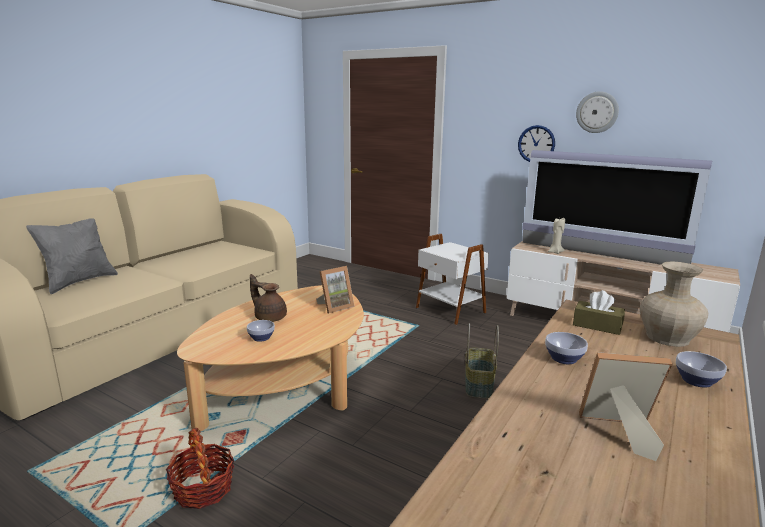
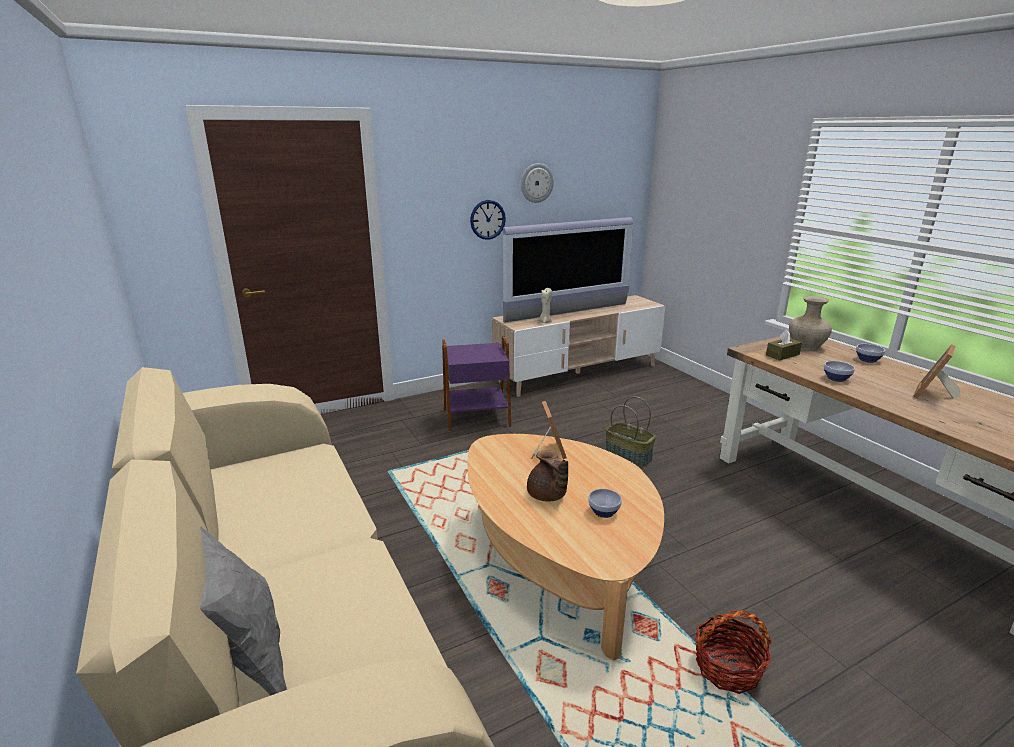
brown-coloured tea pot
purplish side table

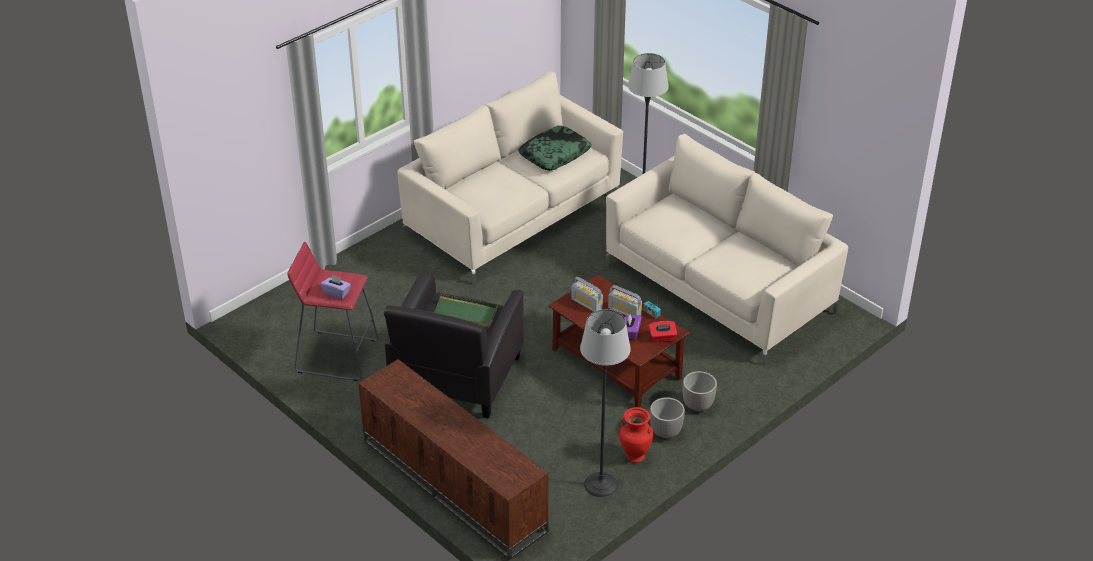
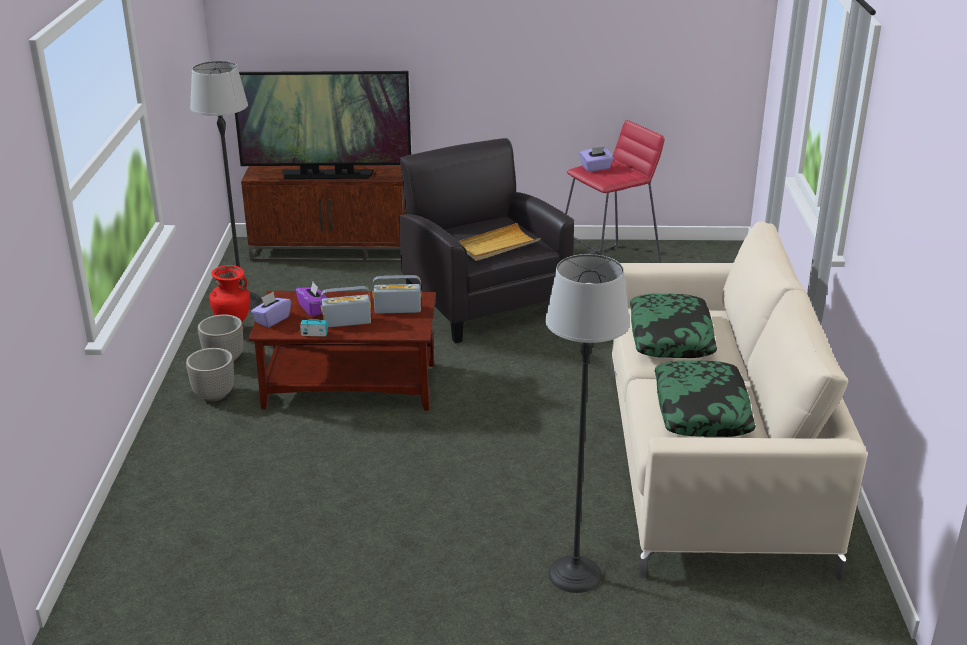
beige tray
beige couch (2nd from left in the first image)
purplish box of tissues (1st from left)
TV set
cushion (1st from left)

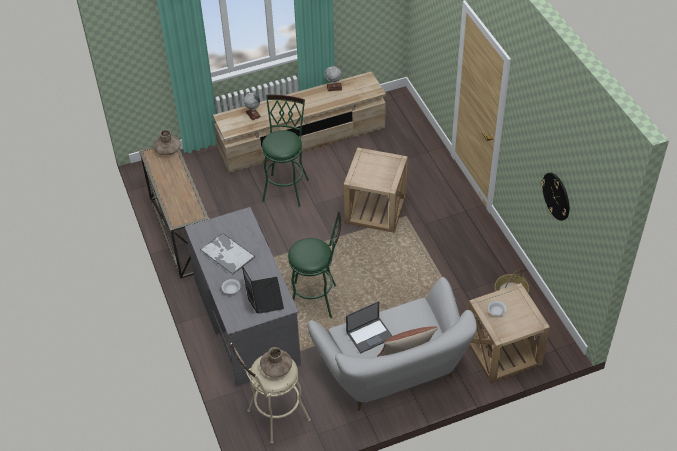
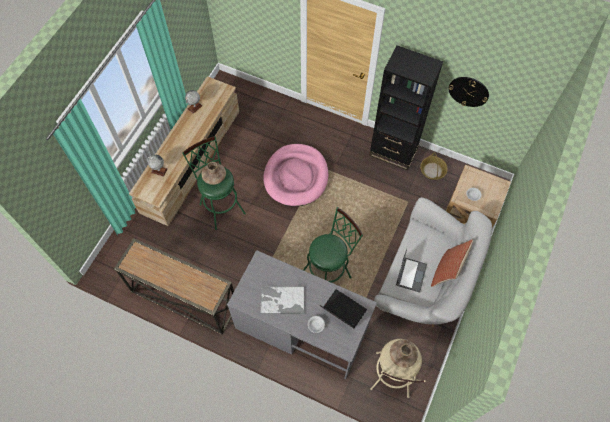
brown-coloured flower vase (1st from left)
pink pet bed
black-coloured bookshelf

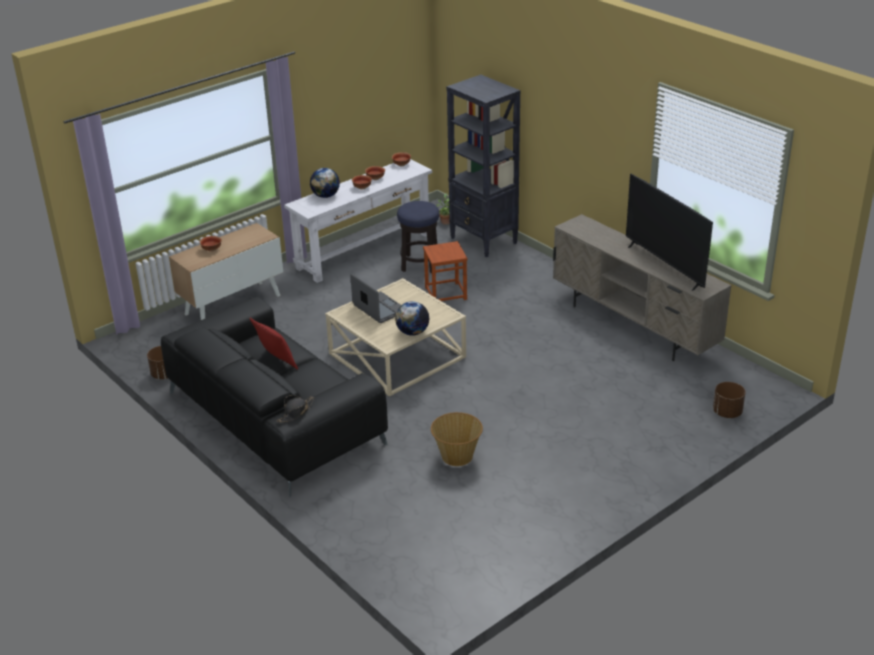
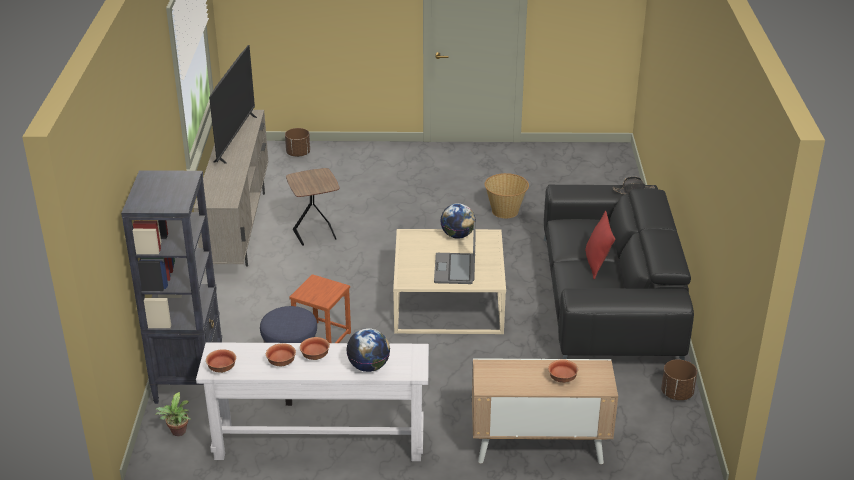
brown-coloured side table

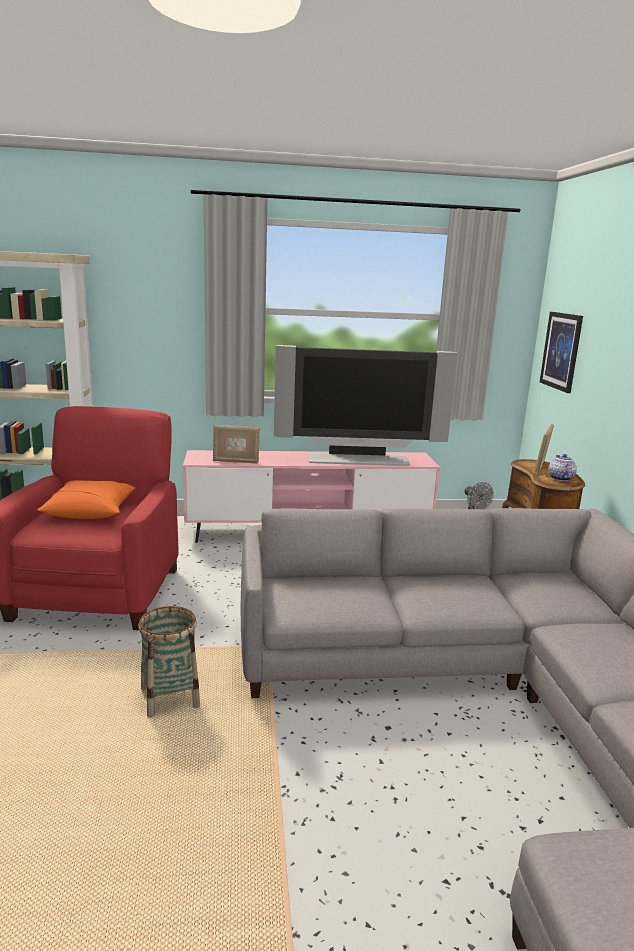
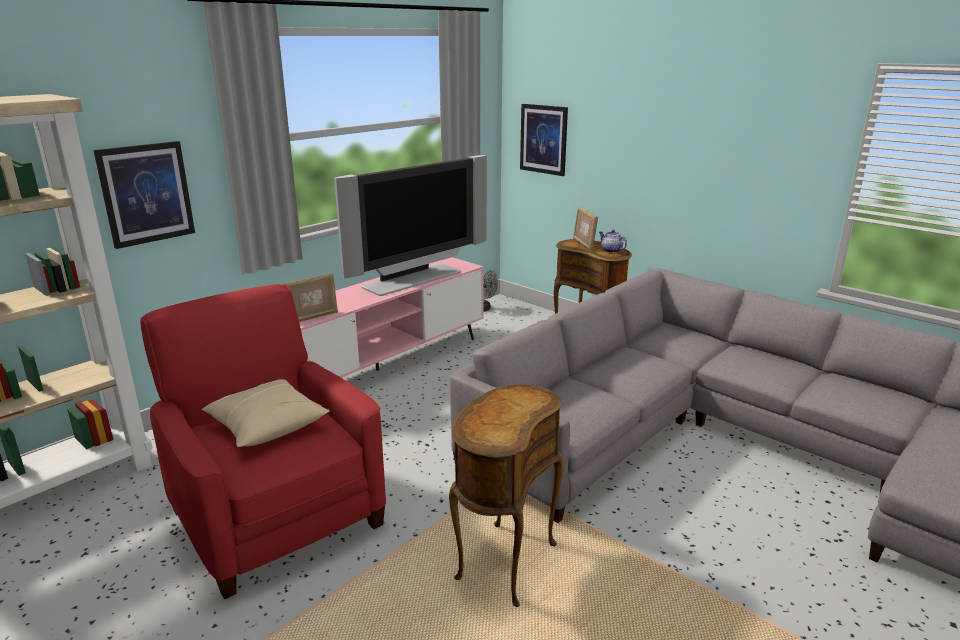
beige cushion
brown-coloured side table (1st from left)
picture (1st from left)

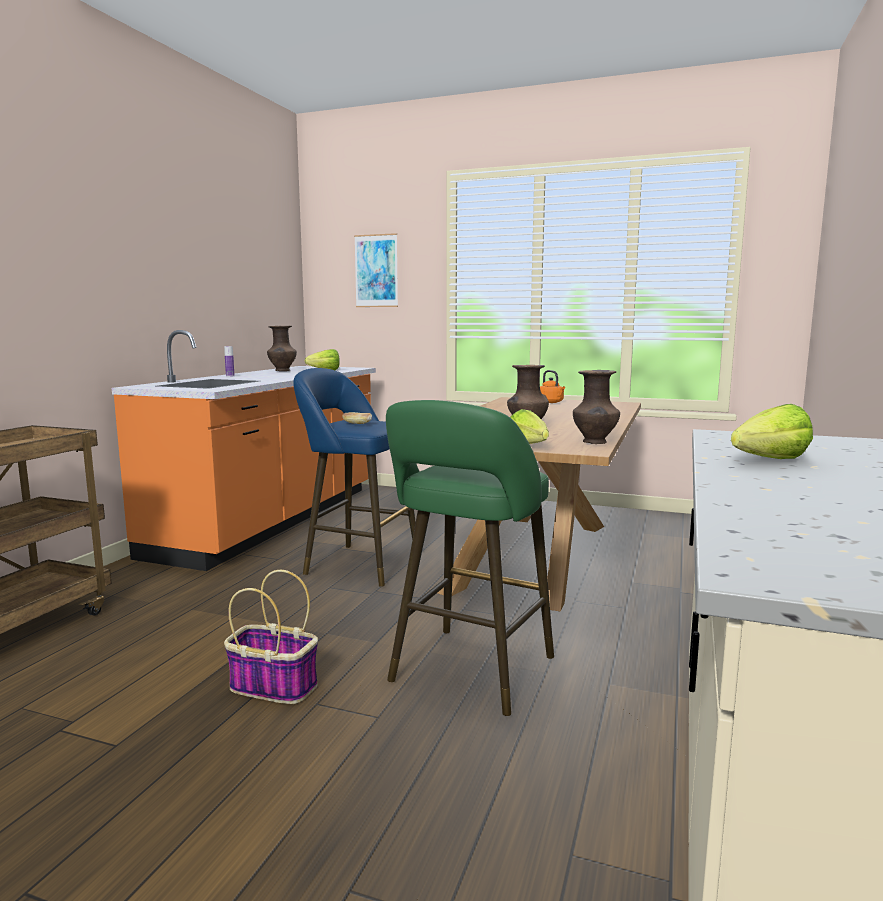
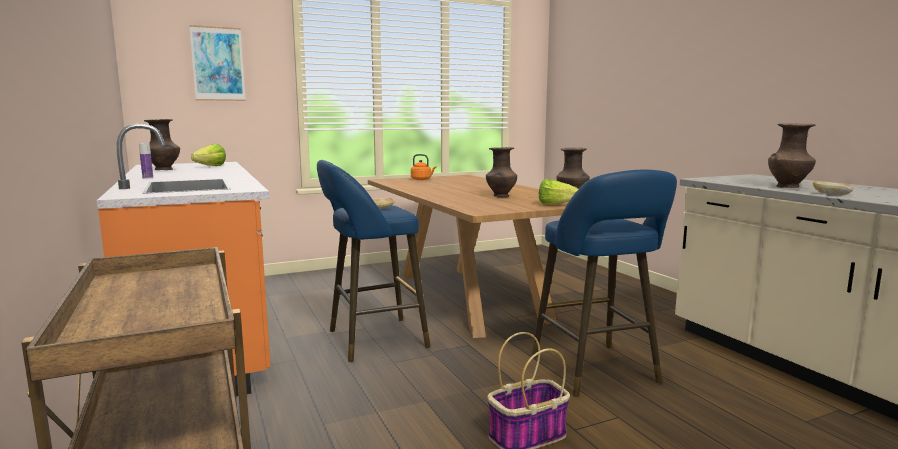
blue sitting stool (2nd from left)
brown-coloured flower vase (4th from left)
bread (2nd from left)

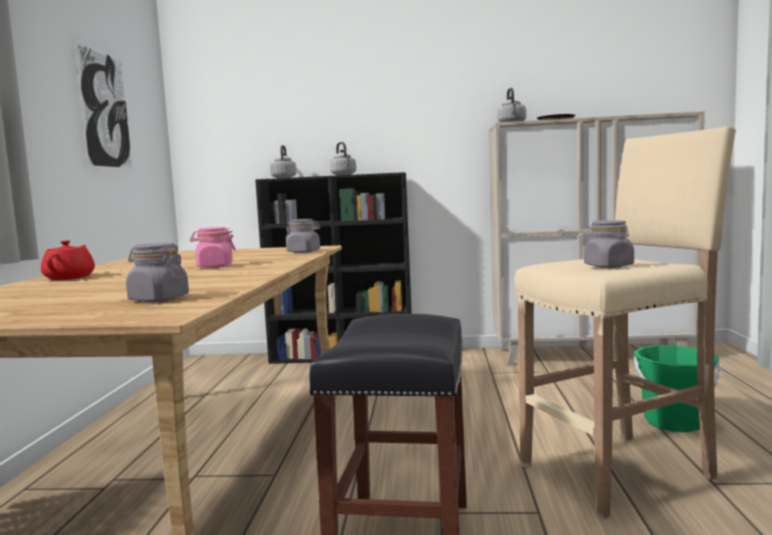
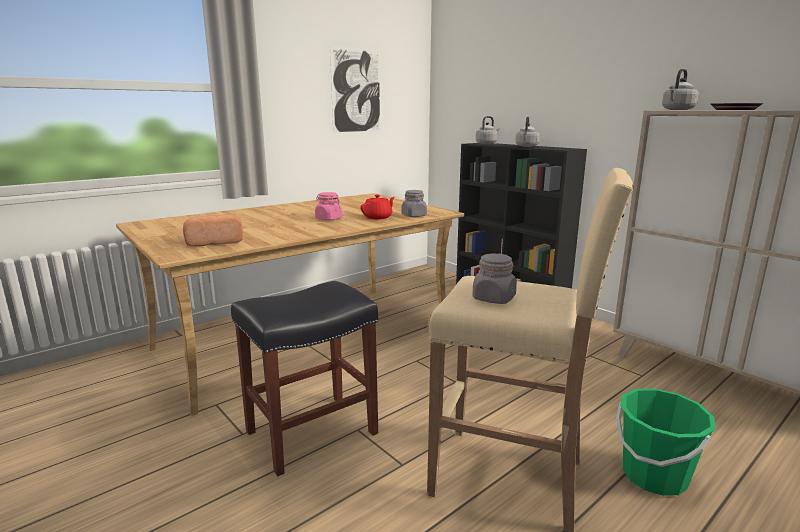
red-coloured tea pot
bread

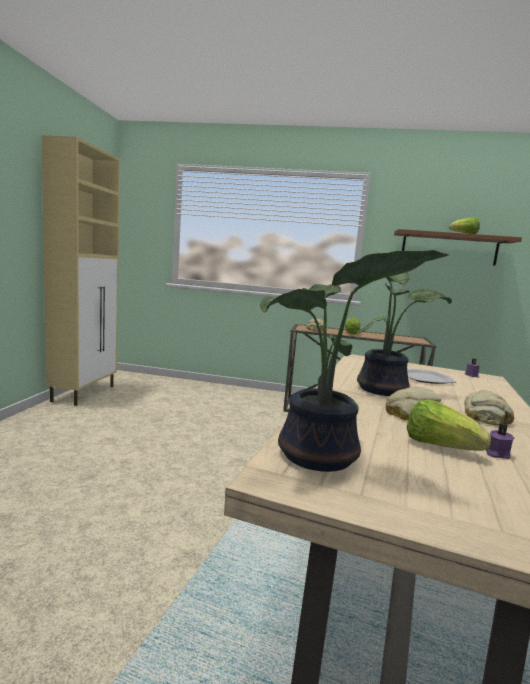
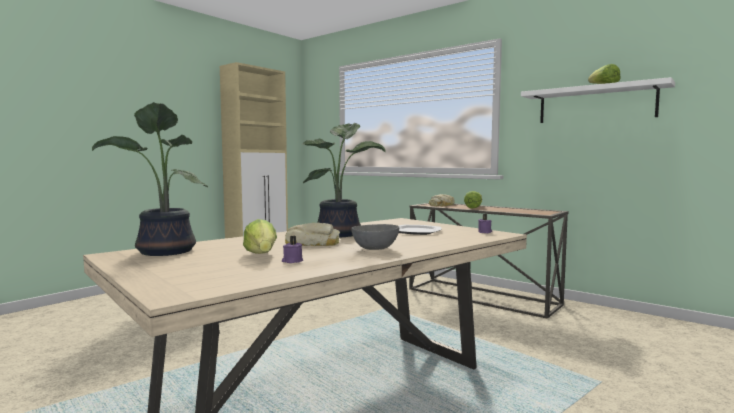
whitish shelf
greyish deep dish

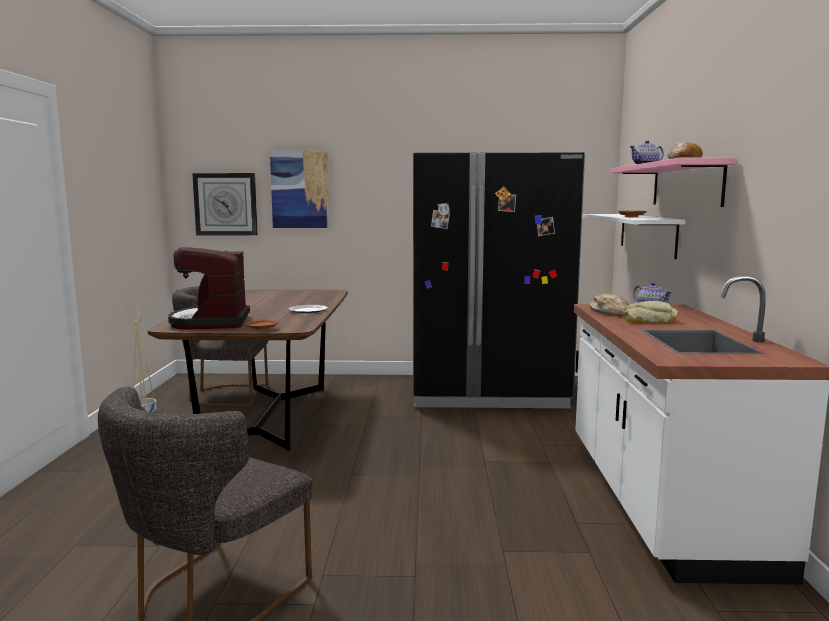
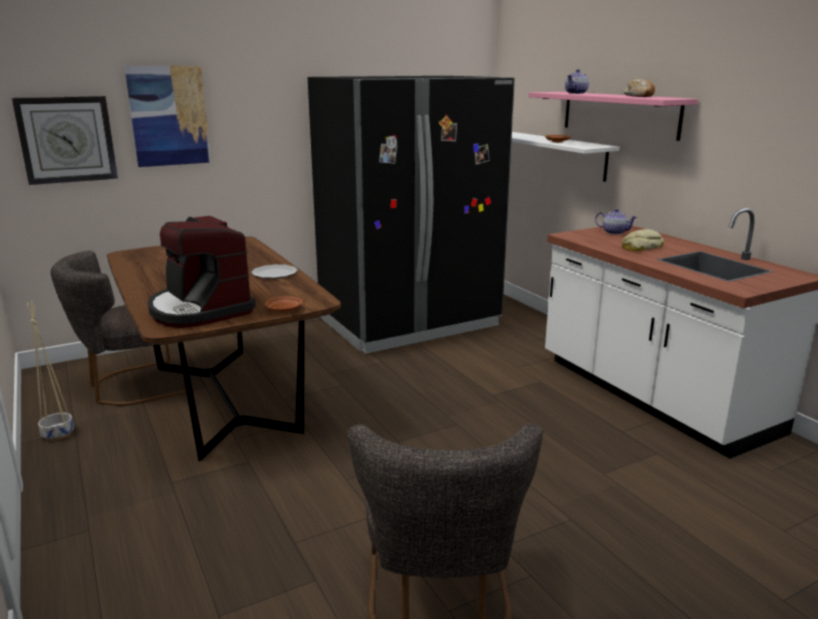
bread (1st from left in the first image)

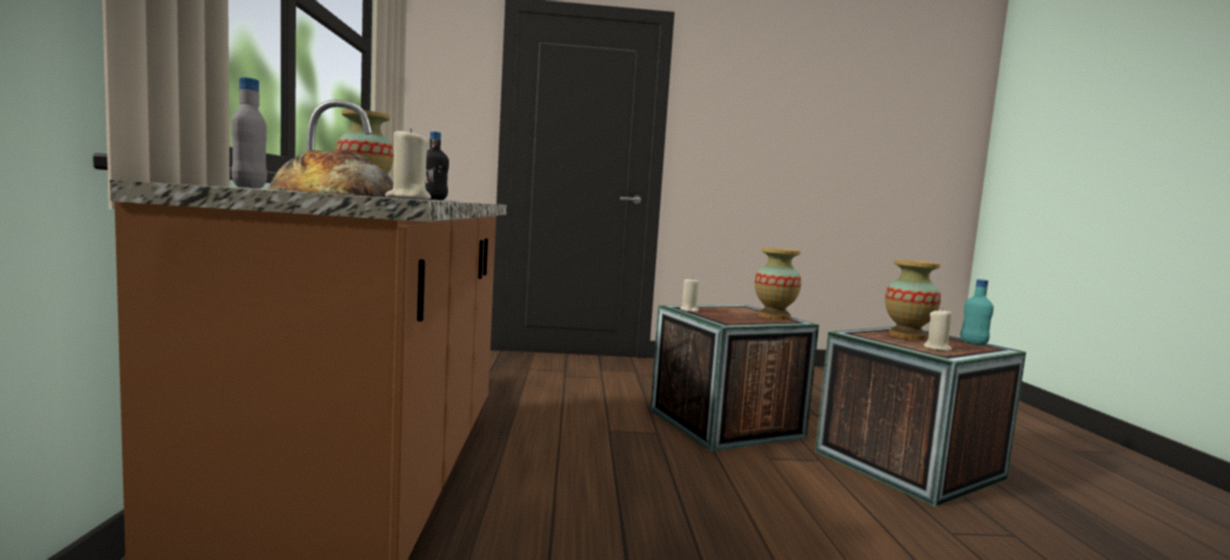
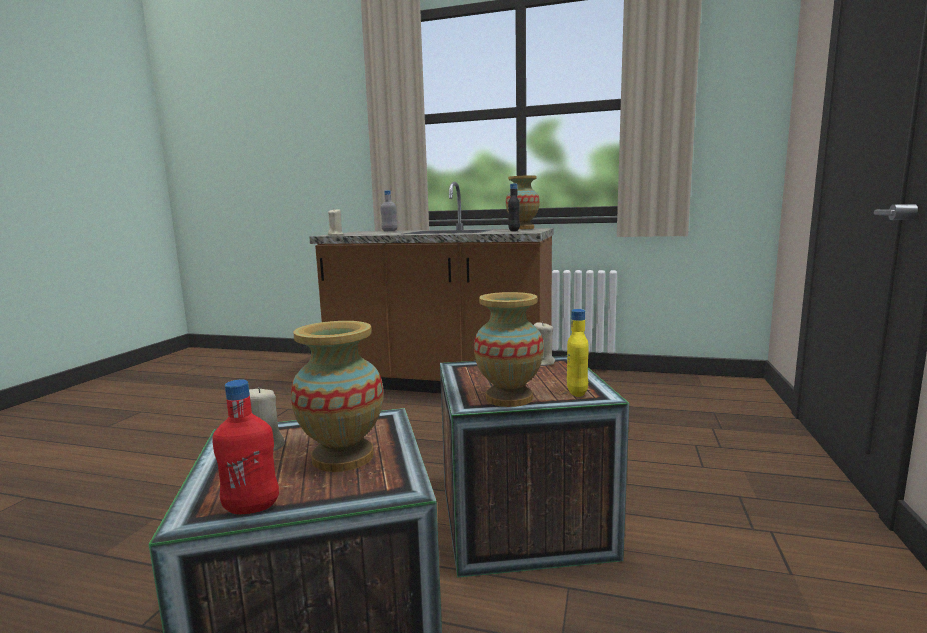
bread
red-coloured beverage bottle
yellow beverage bottle

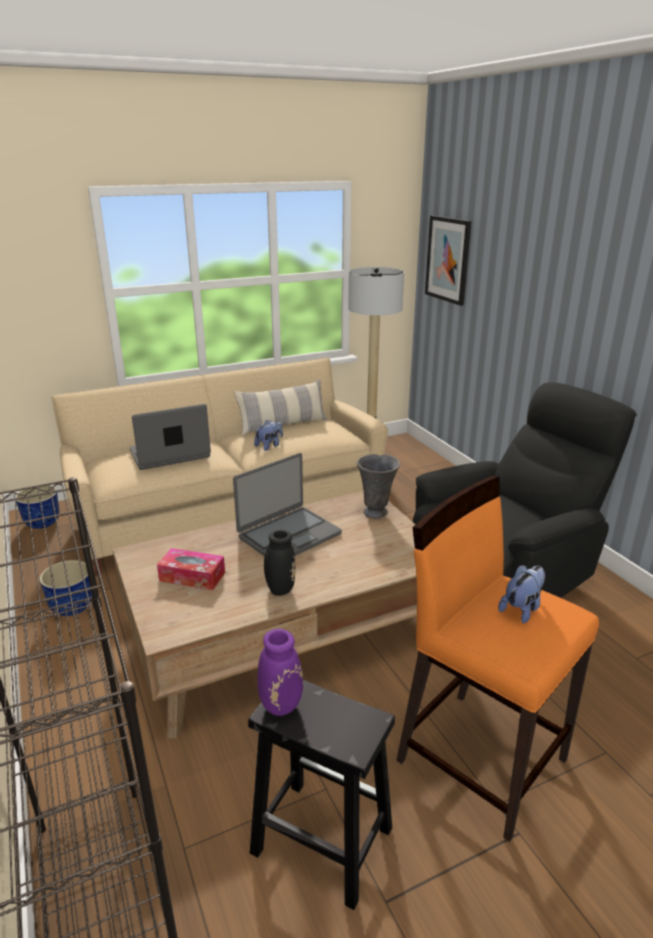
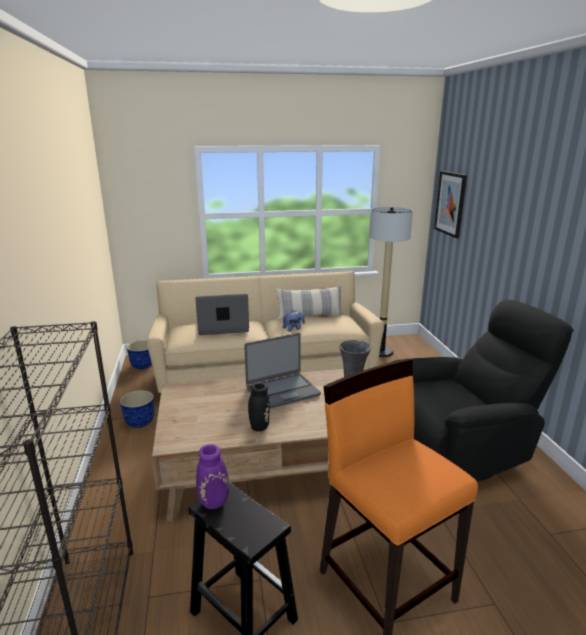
box of tissues
cuddly toy (2nd from left in the first image)

